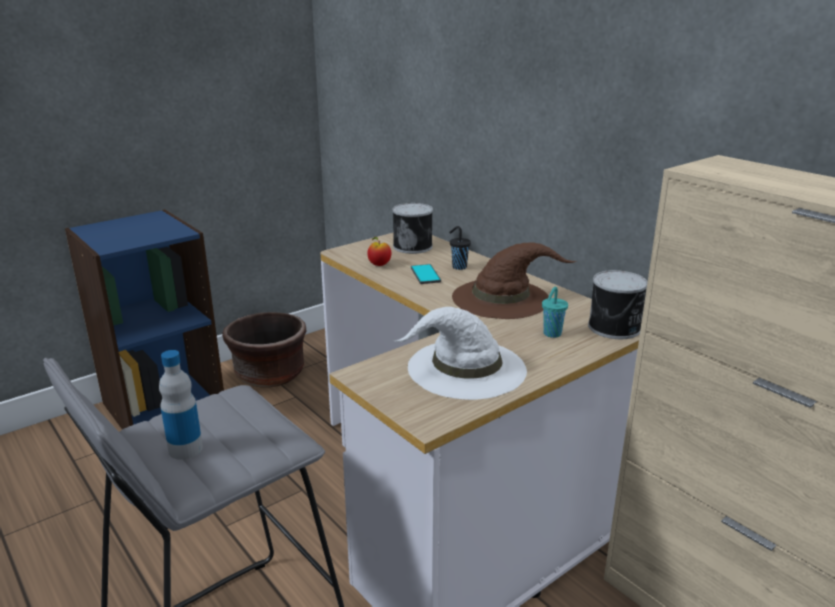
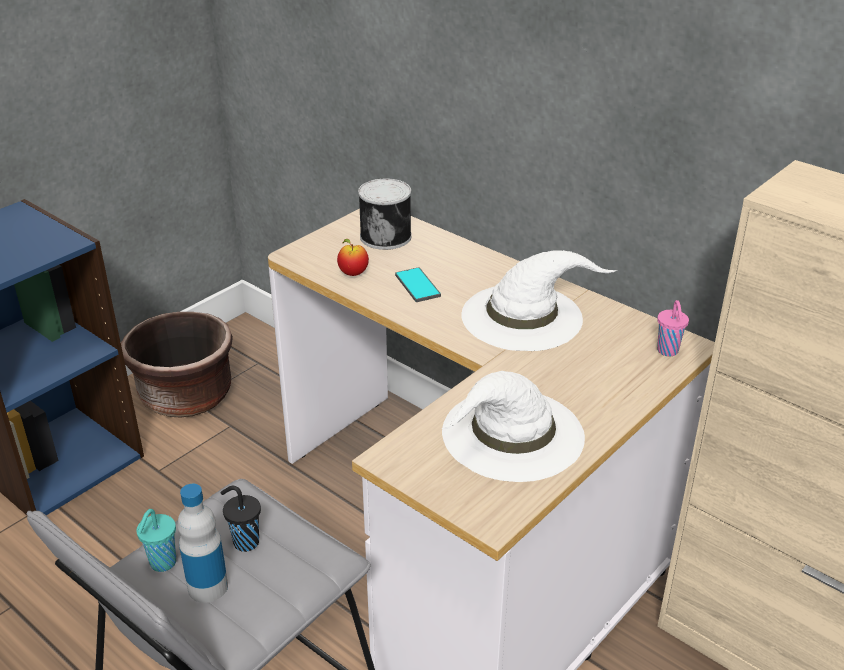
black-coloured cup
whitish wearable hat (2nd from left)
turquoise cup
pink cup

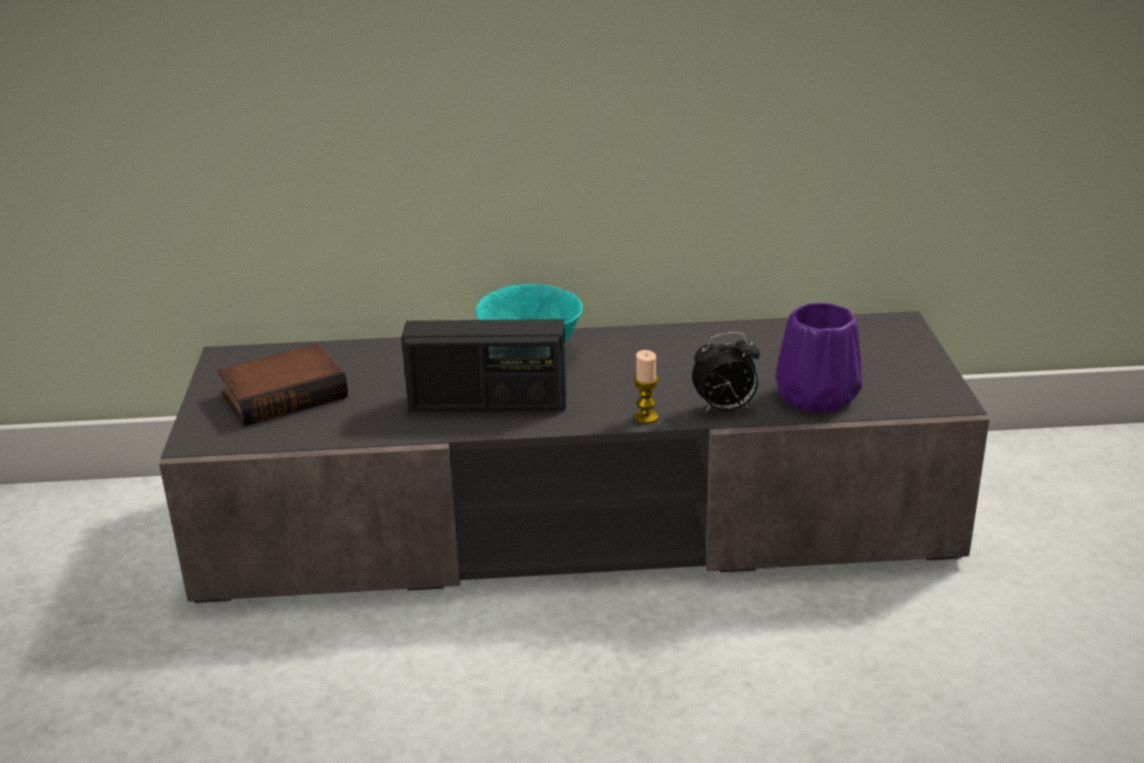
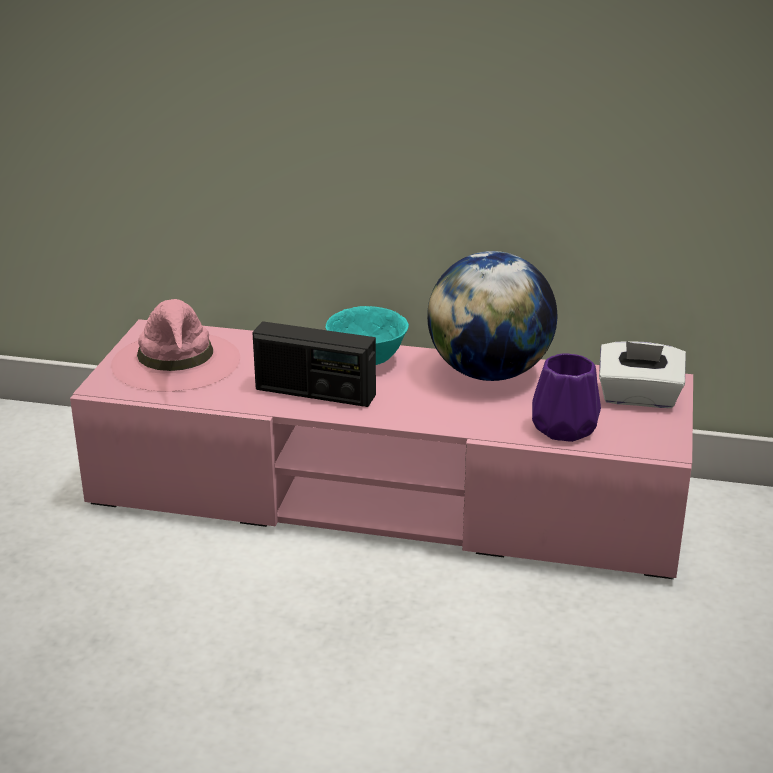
pink tv unit
pink wearable hat
wax light
table clock
world globe
whitish box of tissues

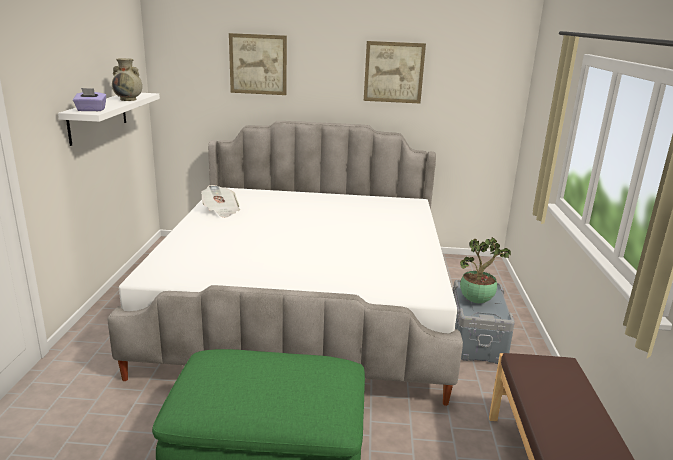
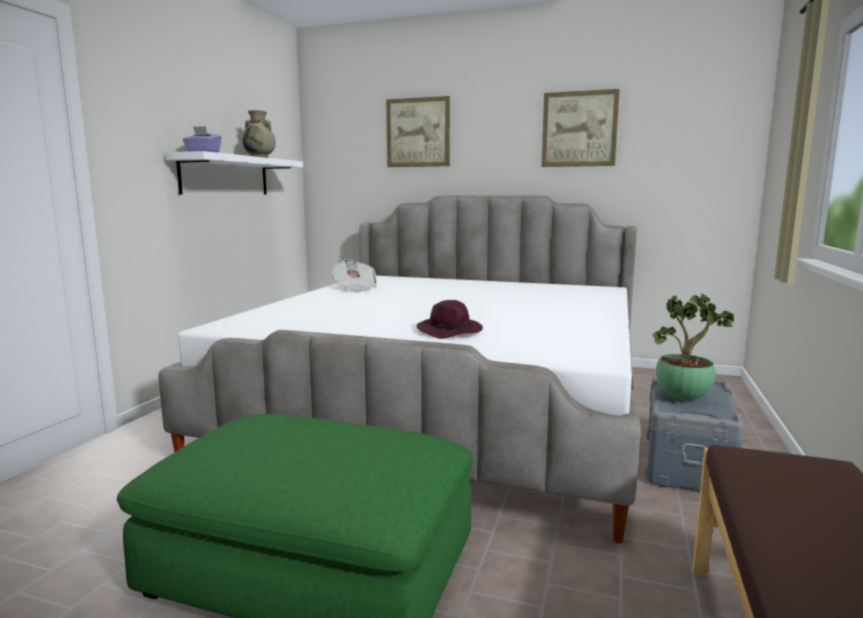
purplish wearable hat

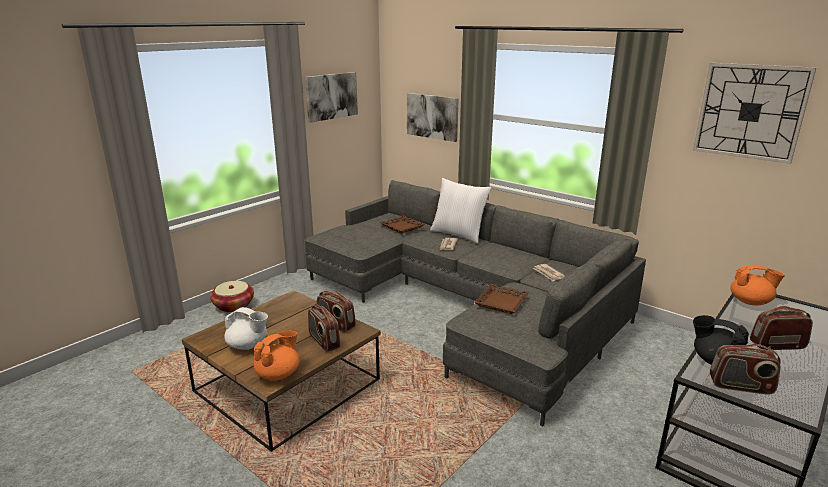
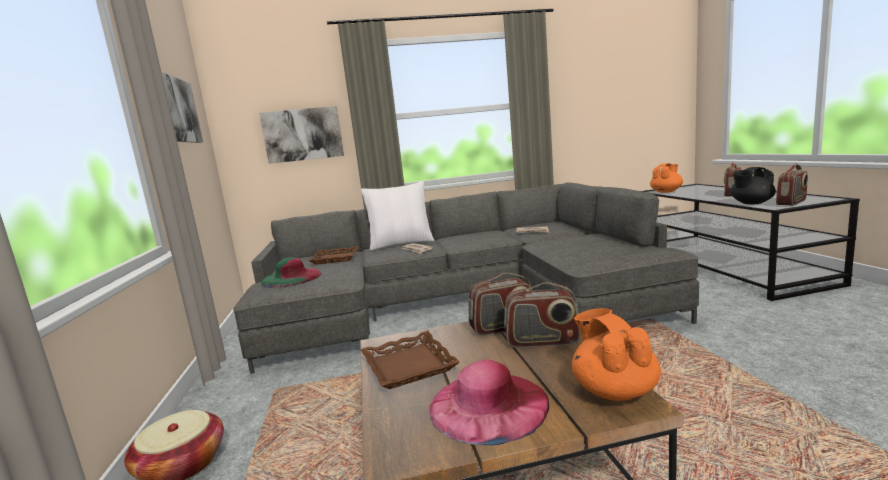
pink wearable hat
brown-coloured tray (2nd from left)
hanging clock
green wearable hat

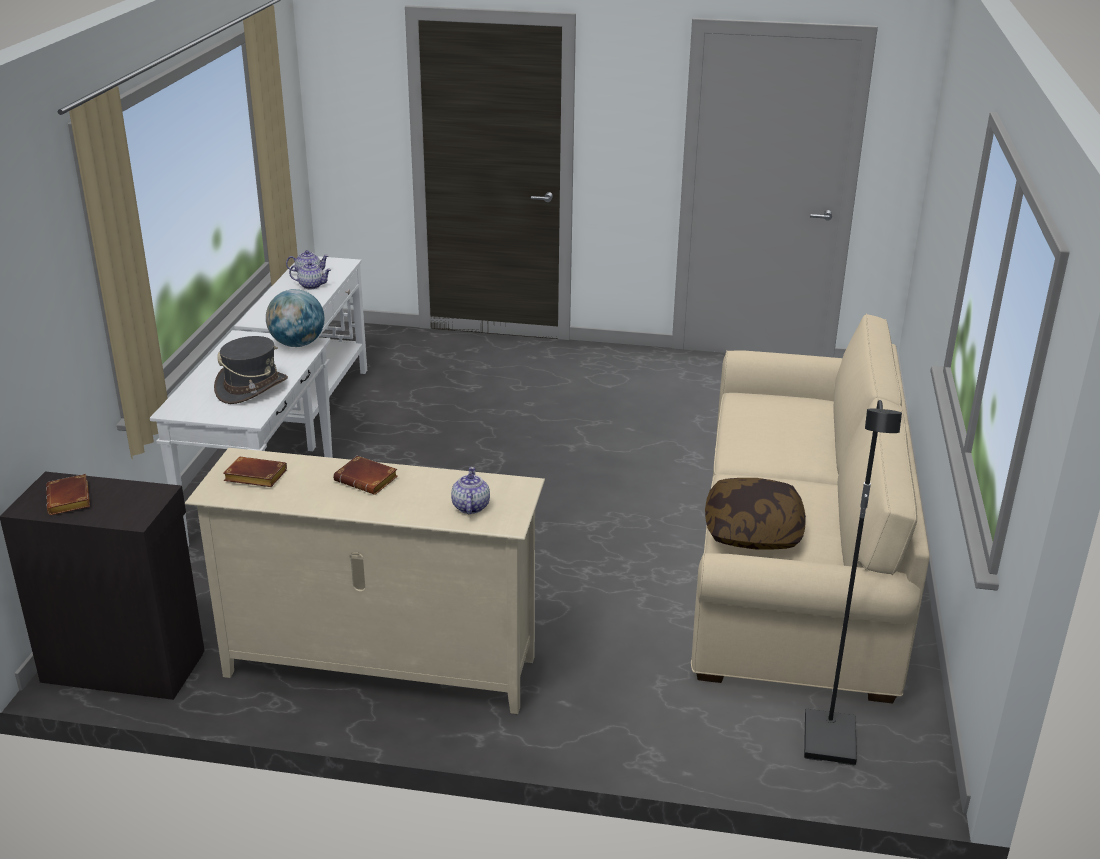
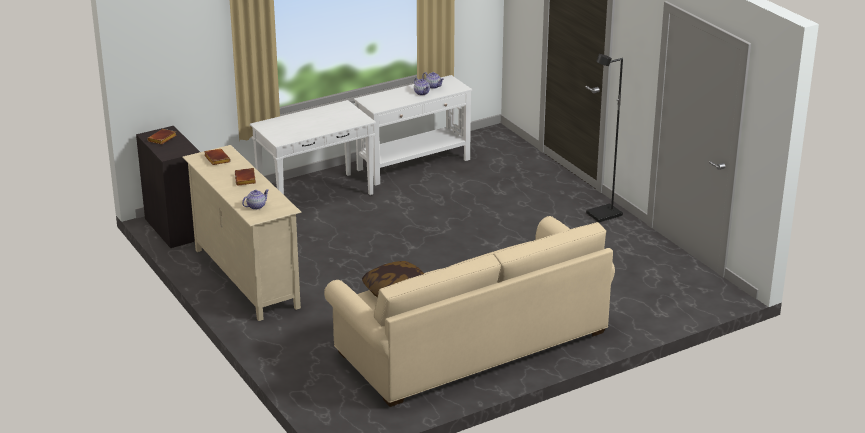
greyish wearable hat
world globe
black-coloured standard lamp

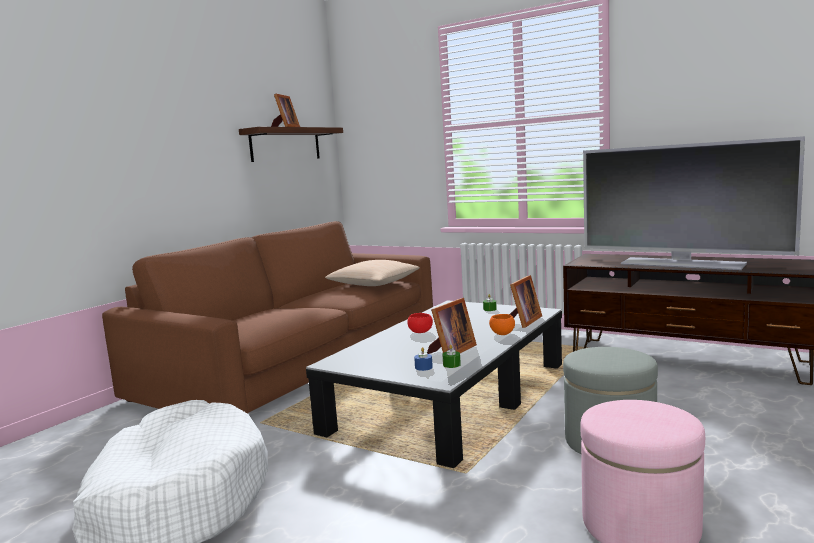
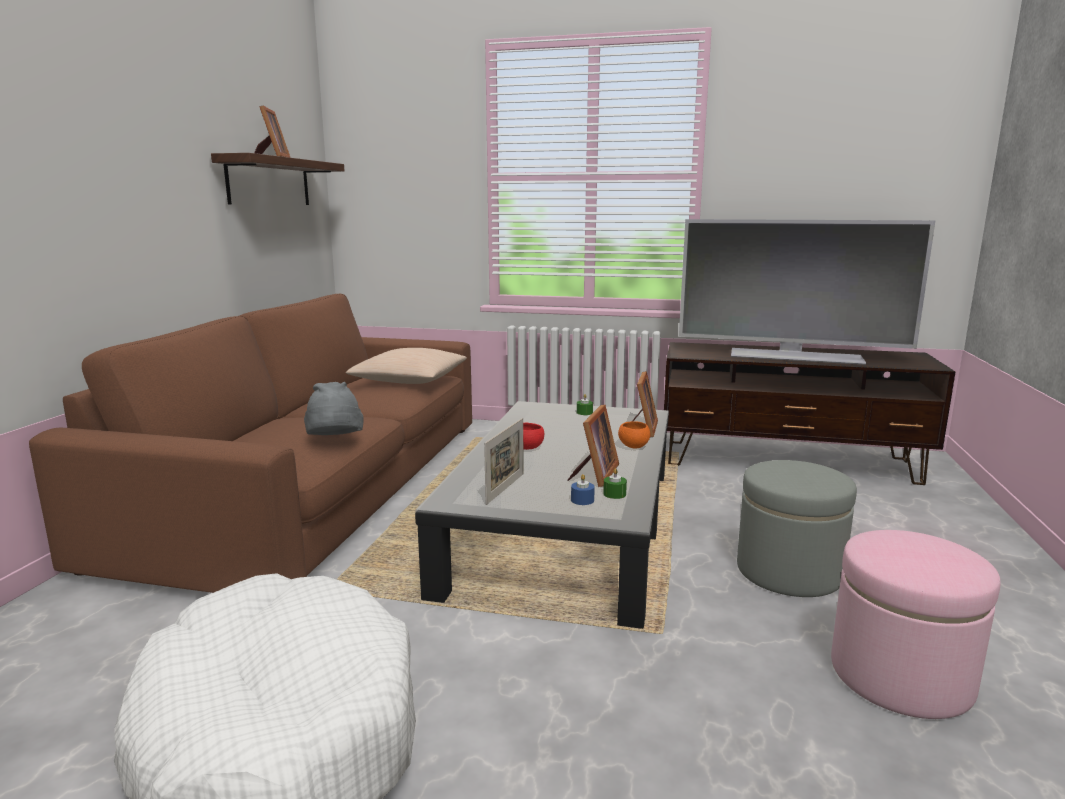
greyish wearable hat
photo frame (2nd from left)

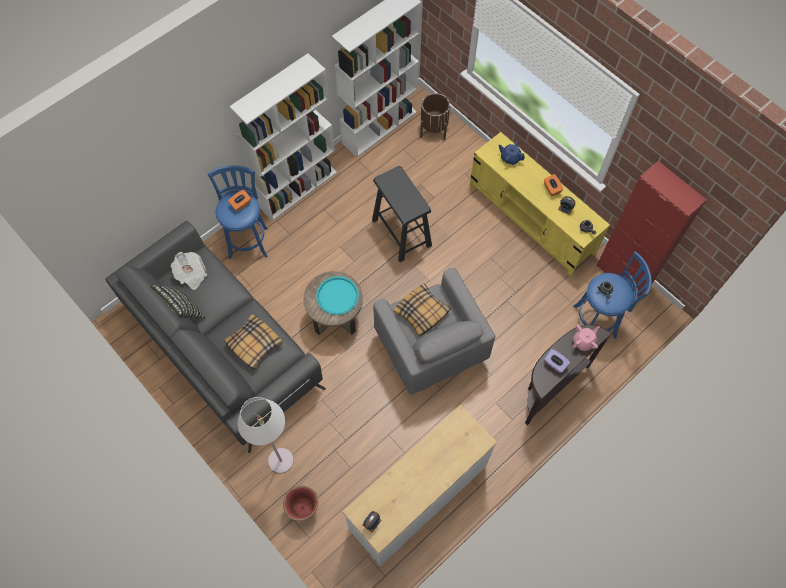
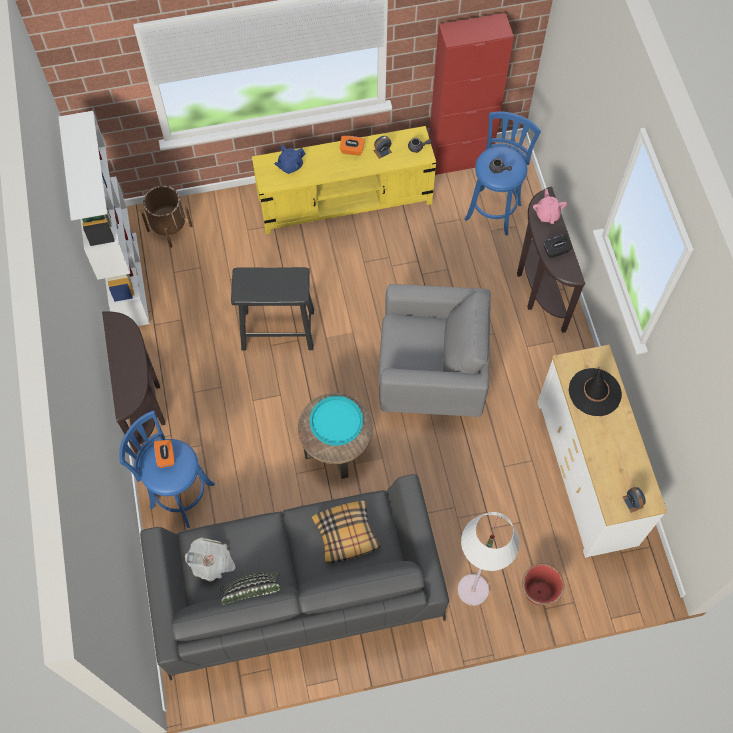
brown-coloured console table (1st from left)
cushion (3rd from left in the first image)
black-coloured box of tissues
black-coloured wearable hat

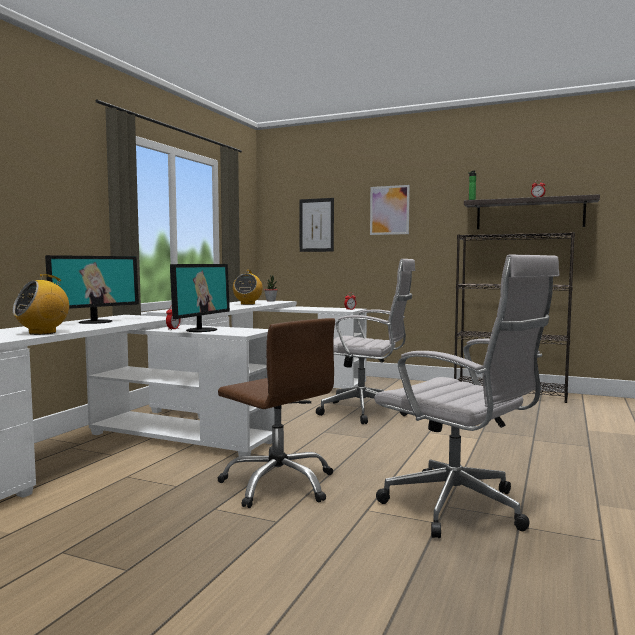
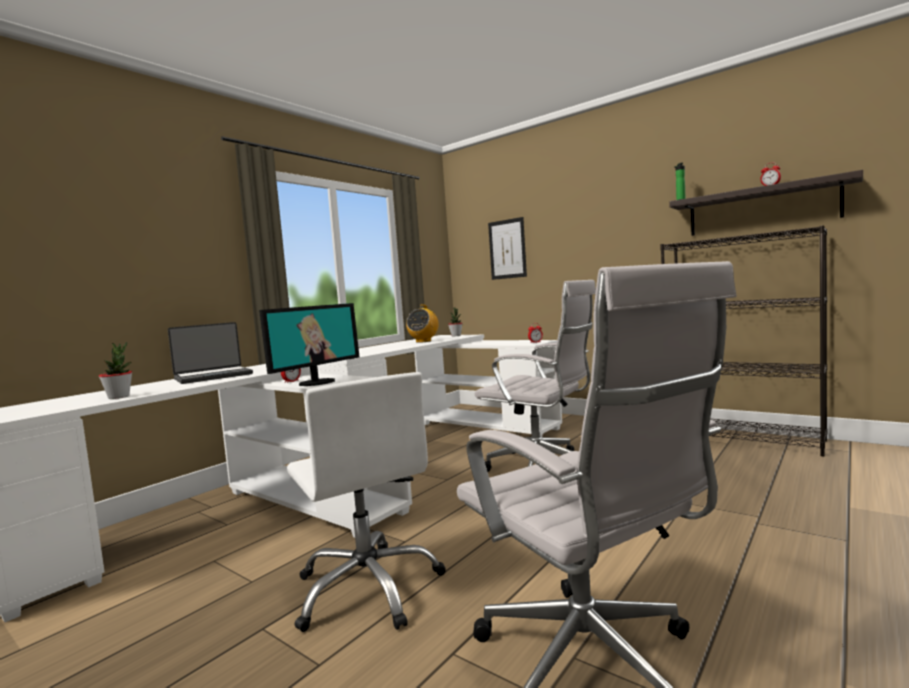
plant in a pot (1st from left)
portable computer
whitish computer chair (1st from left)
picture (2nd from left in the first image)

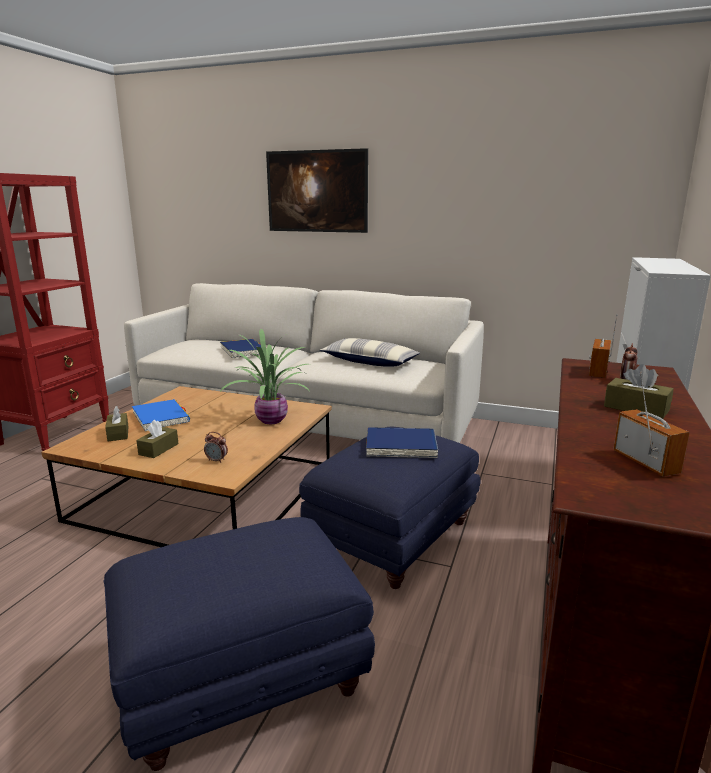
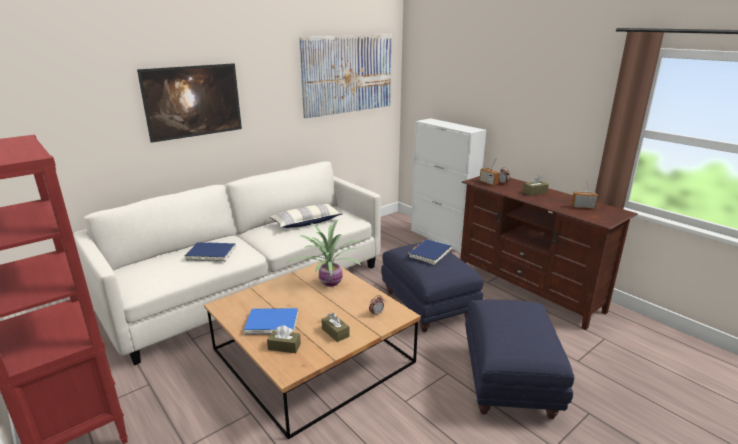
picture (2nd from left)

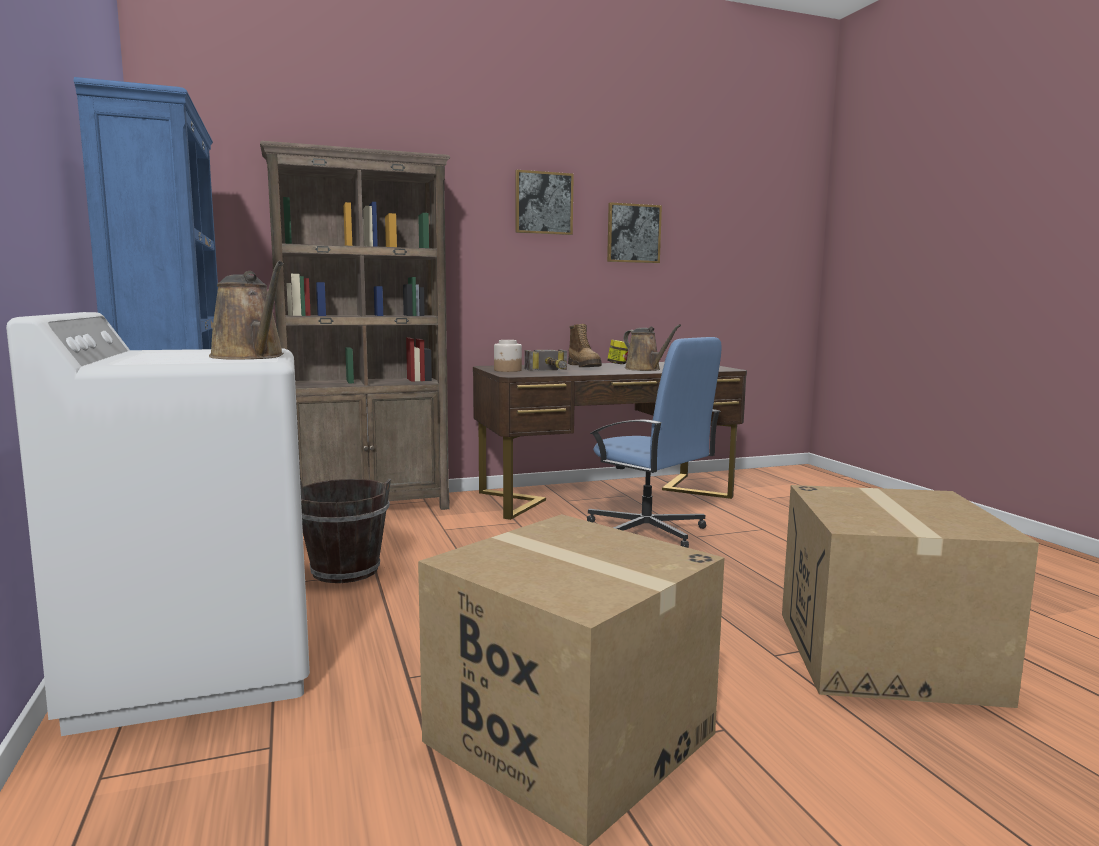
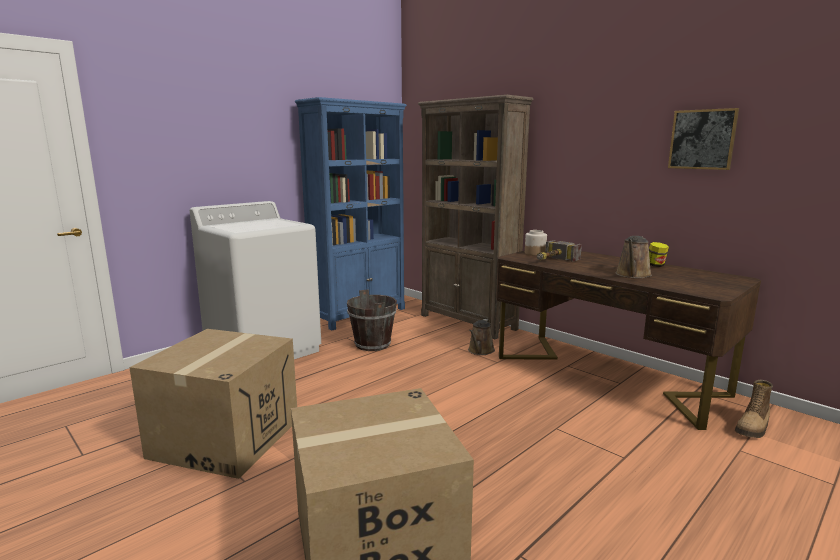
brown-coloured watering can (1st from left)
picture (1st from left in the first image)
high-top boot
blue computer chair

